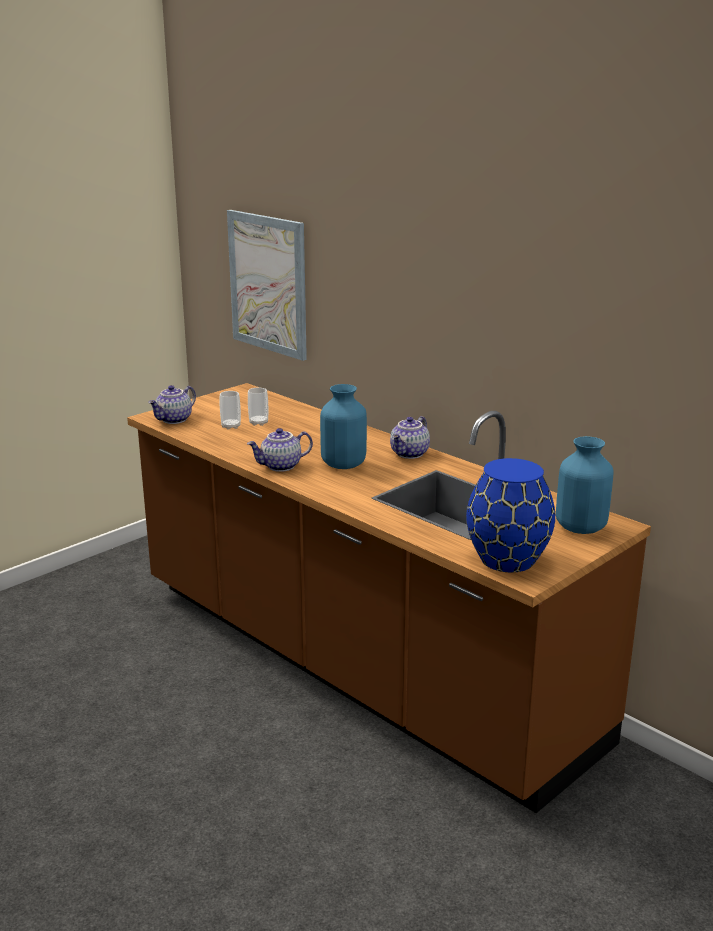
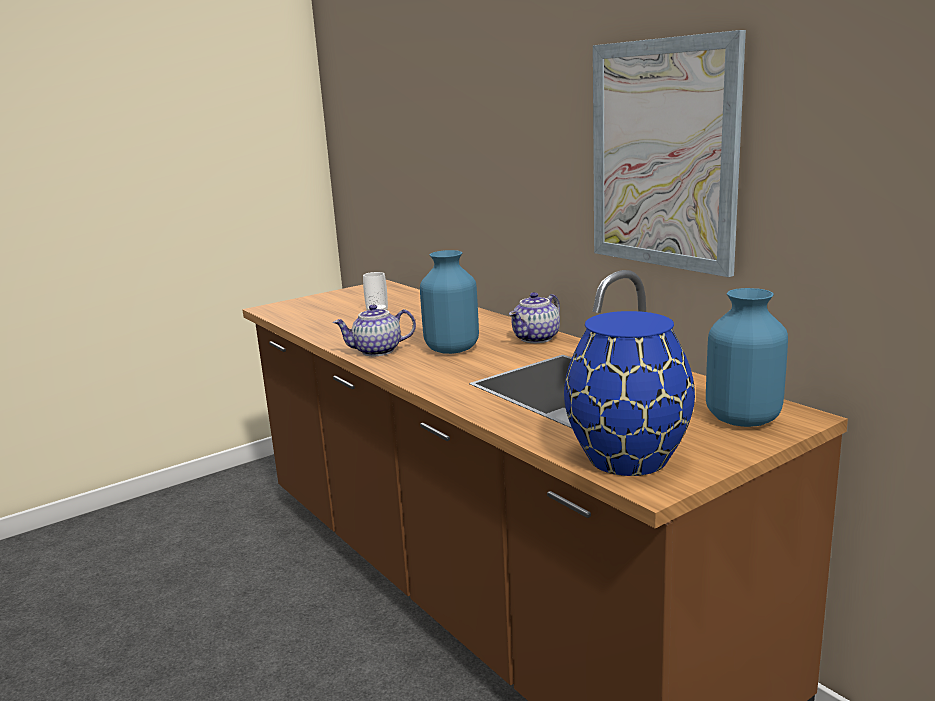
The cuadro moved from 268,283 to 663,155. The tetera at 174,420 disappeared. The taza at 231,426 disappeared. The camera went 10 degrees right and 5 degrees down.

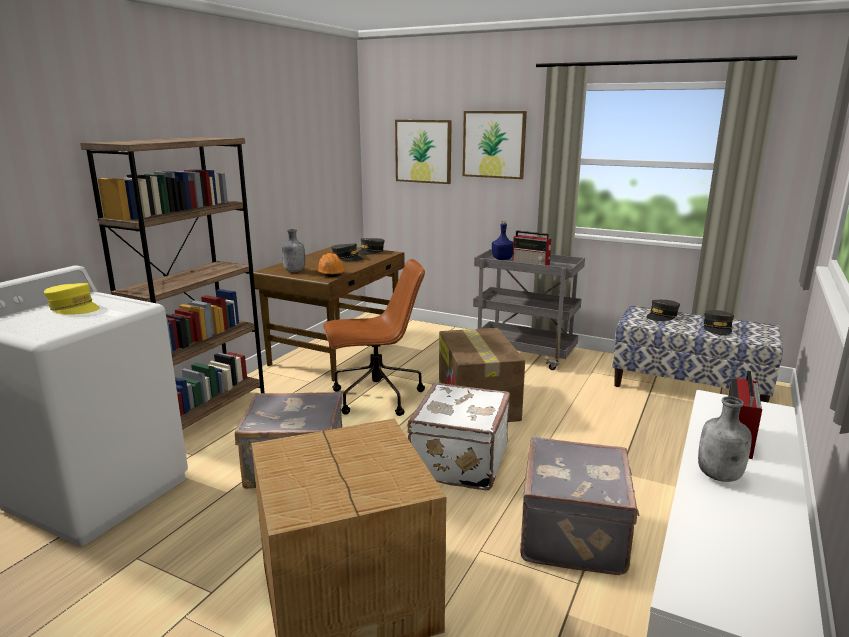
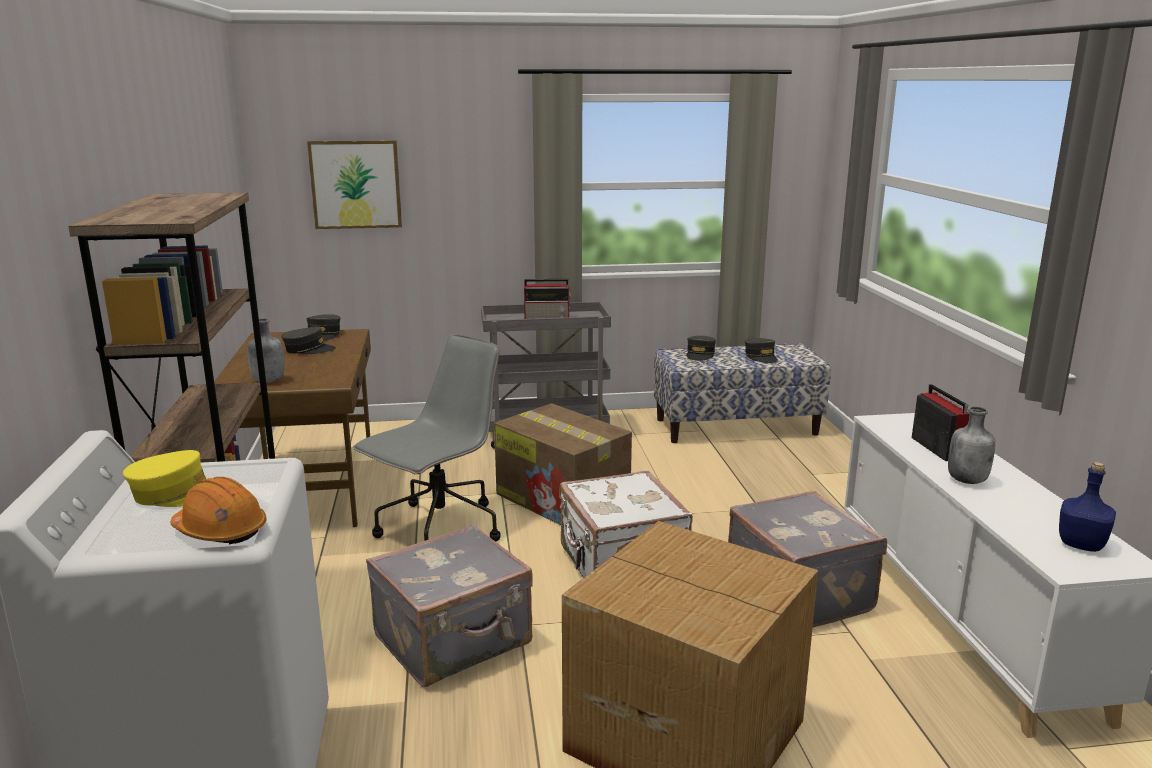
The cuadro at 494,144 disappeared. The botella (azul) moved from 501,259 to 1081,545. The casco (naranja) moved from 330,273 to 220,530. The silla de oficina (marrón) at 375,397 became the silla de oficina (gris) at 439,530. The camera went 35 degrees left and 0 degrees up.

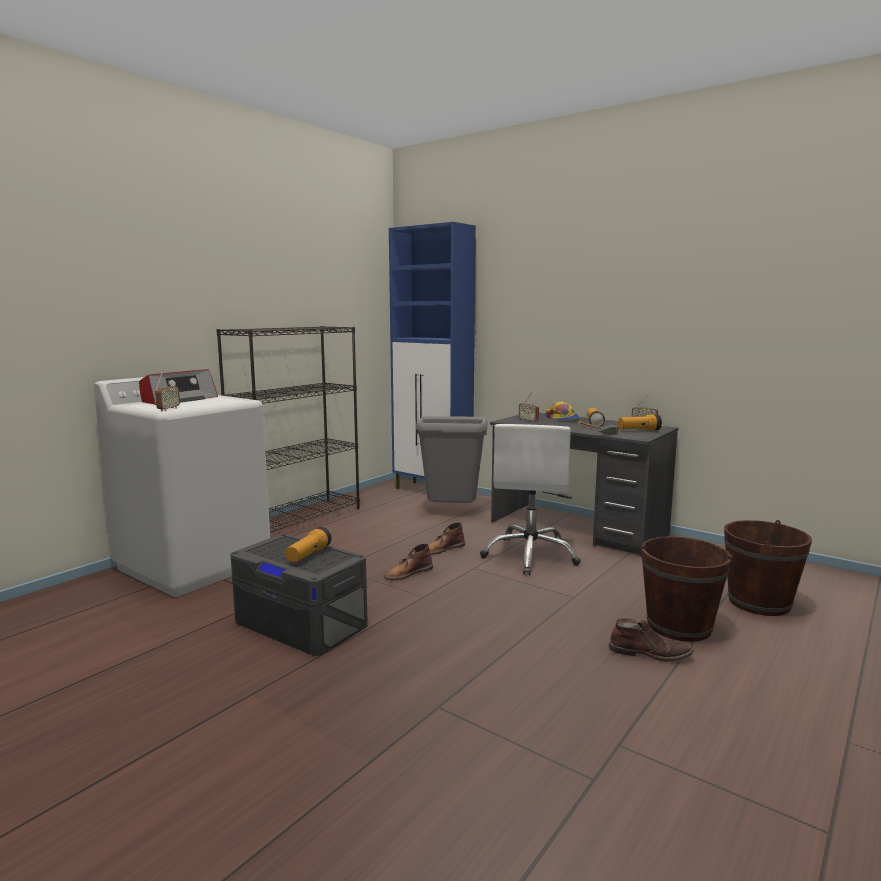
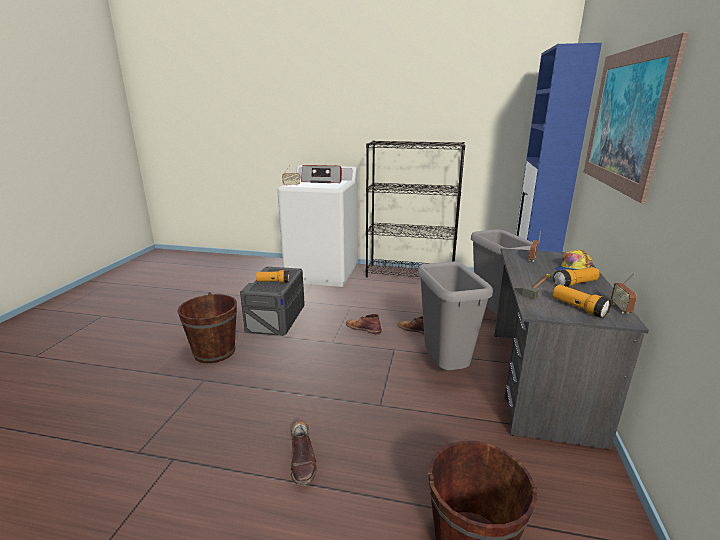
The silla de oficina (blanco) at 530,555 was replaced by the papelera (gris) at 444,368. The cubo (marrón) moved from 679,626 to 214,352. The cuadro at 624,119 appeared. The camera went 65 degrees right and 10 degrees up.

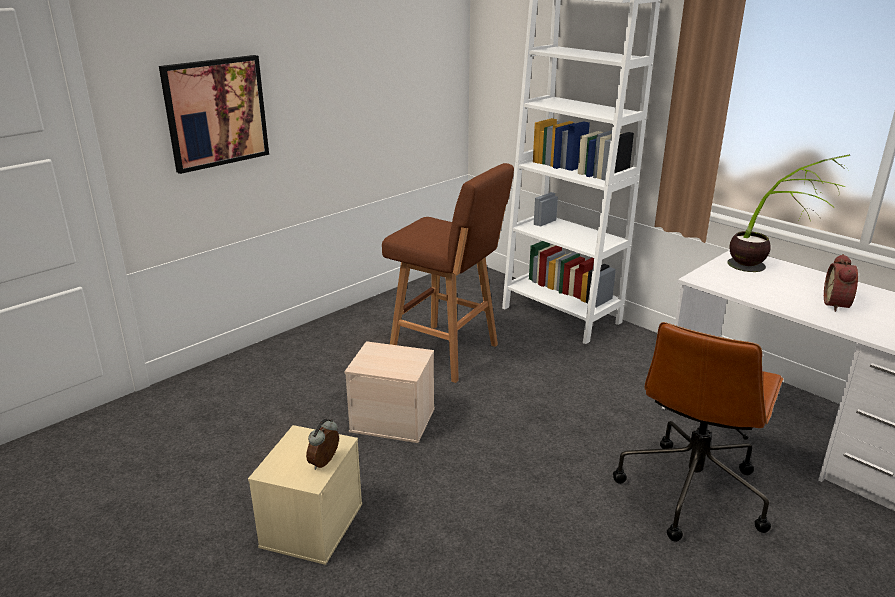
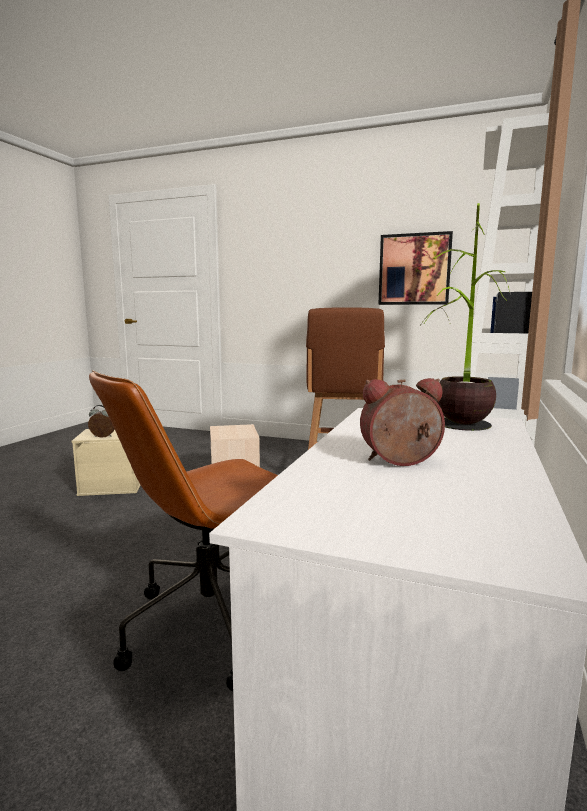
The cuadro moved from 215,112 to 414,269. The silla de oficina (marrón) at 691,490 turned 45 degrees counterclockwise. The camera went 65 degrees right and 15 degrees down.

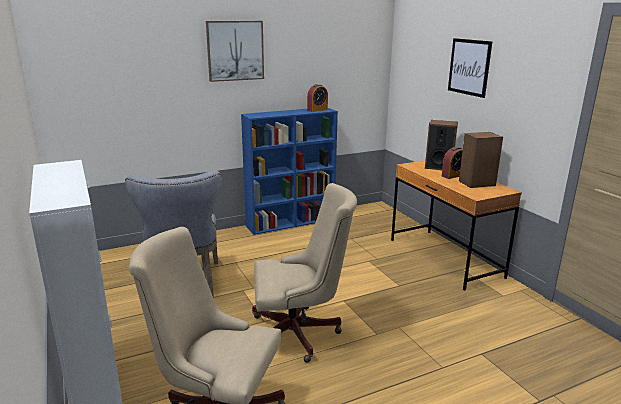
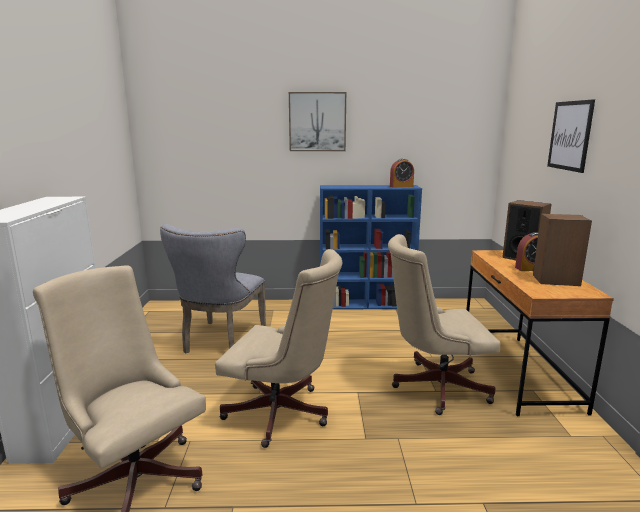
The silla de oficina (beis) at 434,387 appeared. The camera went 25 degrees right and 5 degrees down.

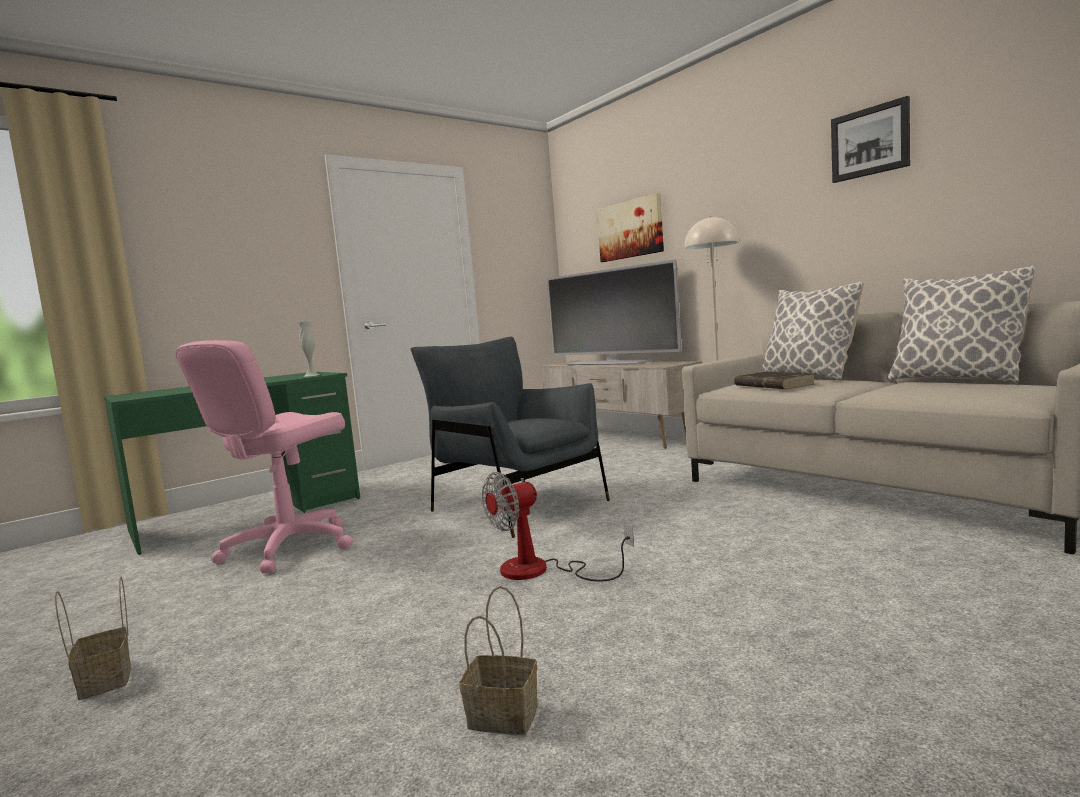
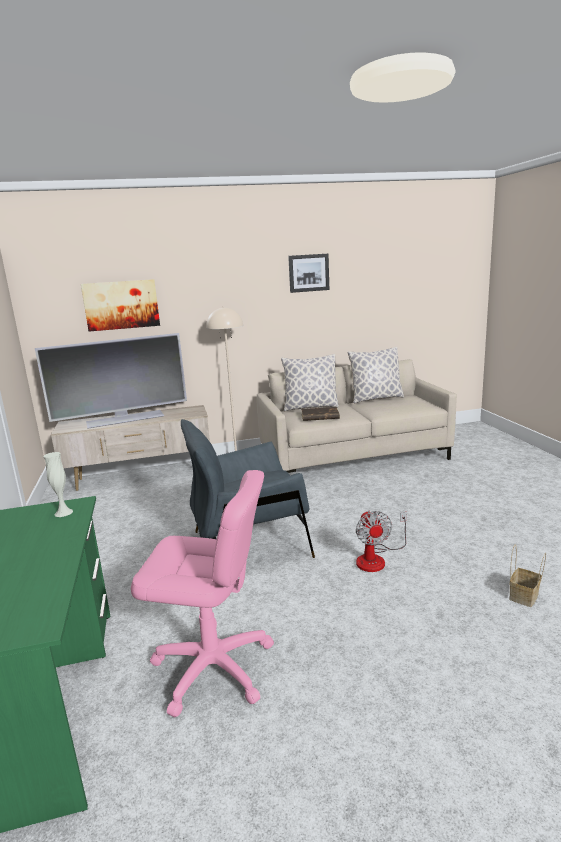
The silla de oficina (rosa) at 288,547 turned 45 degrees counterclockwise. The cesta at 106,681 disappeared. The camera went 65 degrees left and 10 degrees up.

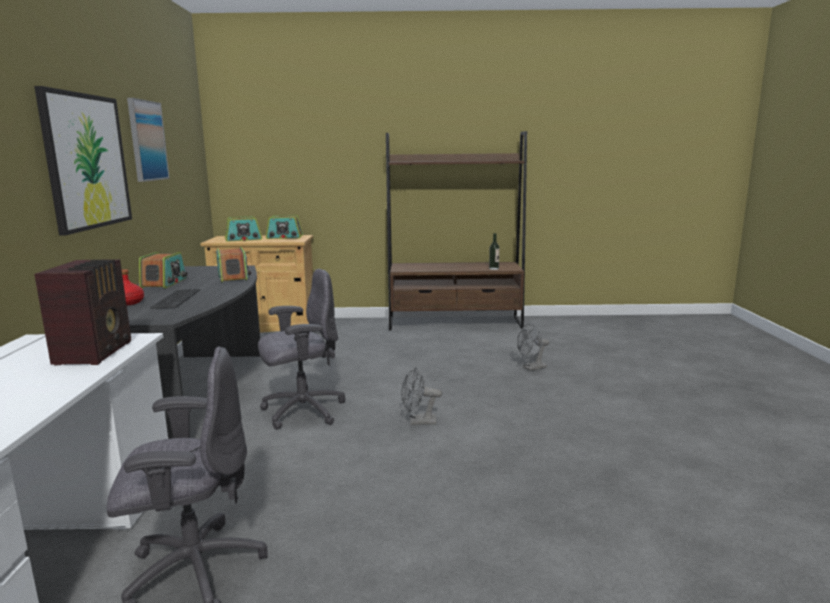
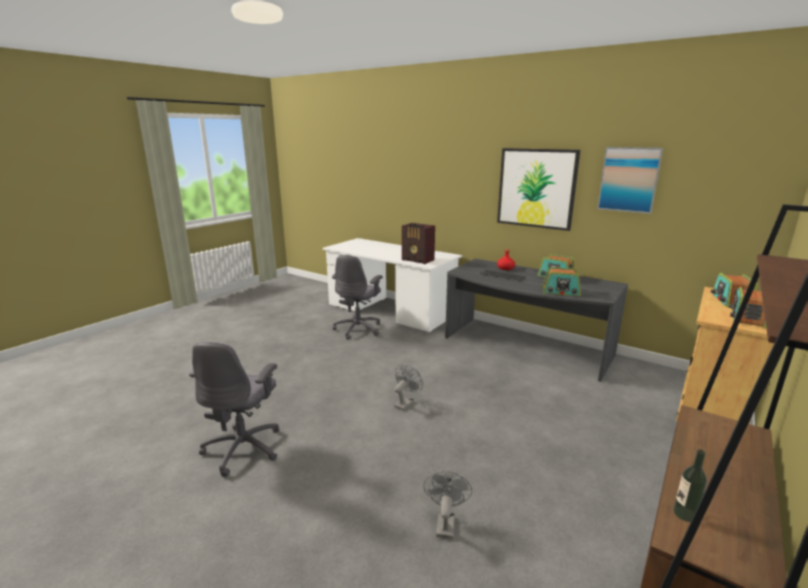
The silla de oficina (gris) moved from 302,411 to 244,448. The camera went 125 degrees right and 5 degrees up.

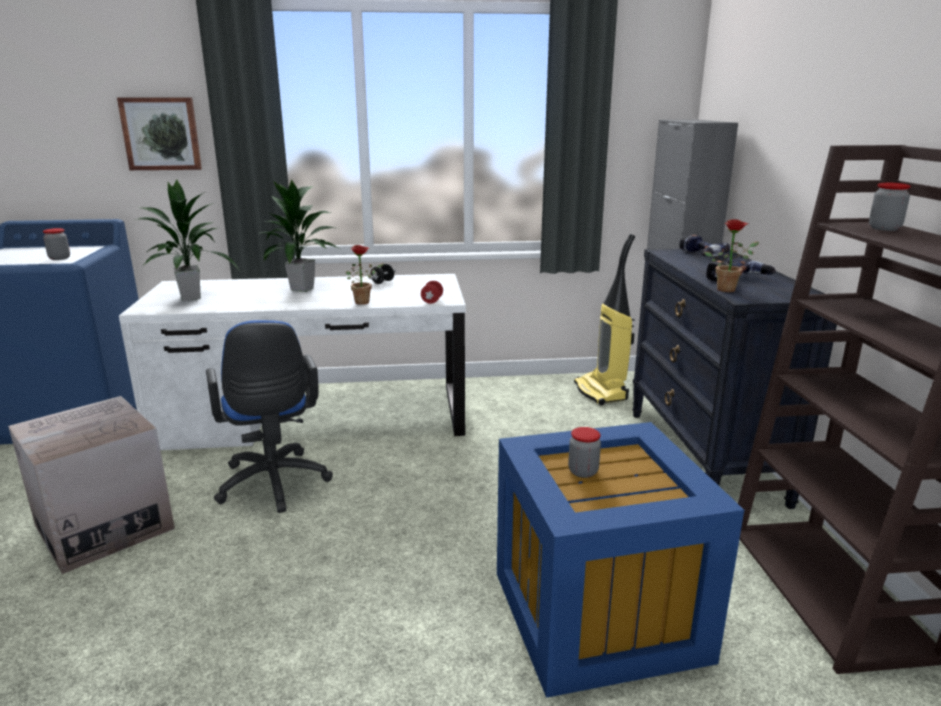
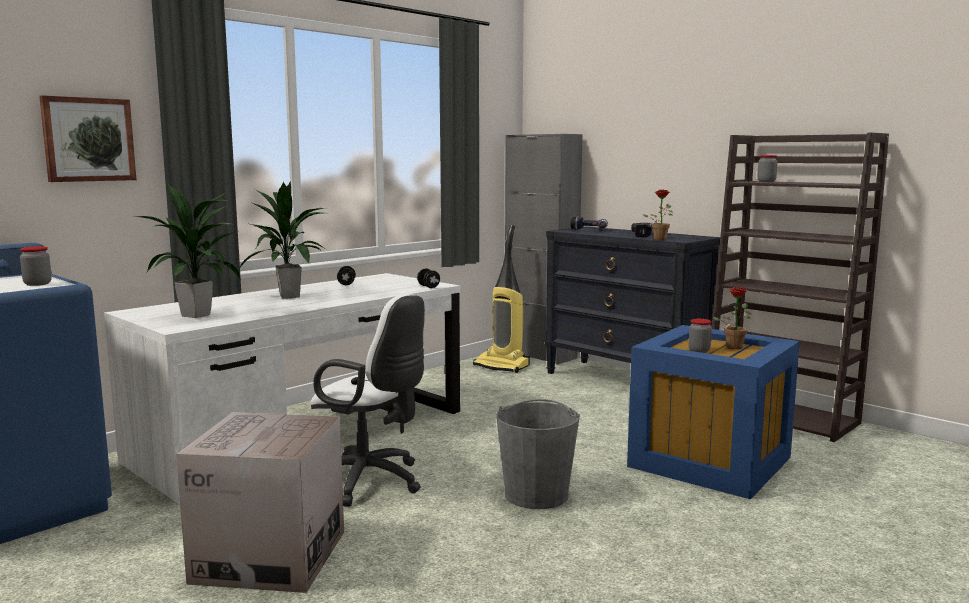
The planta en maceta moved from 365,302 to 734,346. The mancuerna (rojo) at 432,301 became the mancuerna (negro) at 428,287. The silla de oficina (azul) at 274,485 became the silla de oficina (blanco) at 370,482. The cubo (gris) at 536,494 appeared. The camera went 40 degrees left and 10 degrees down.

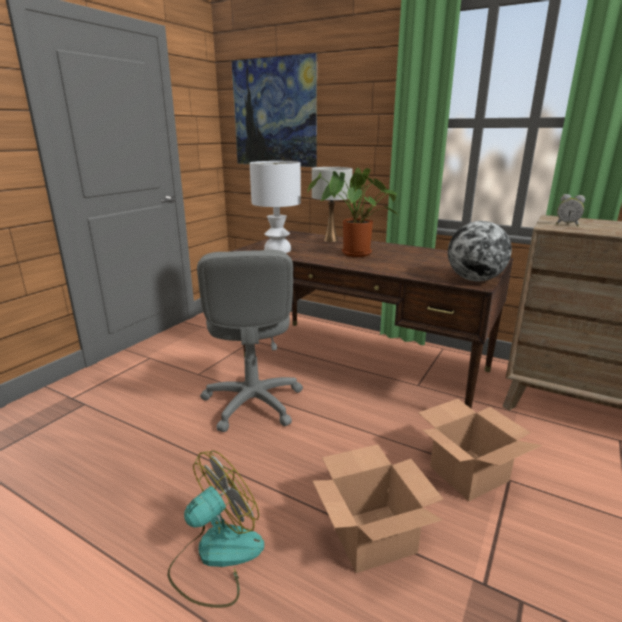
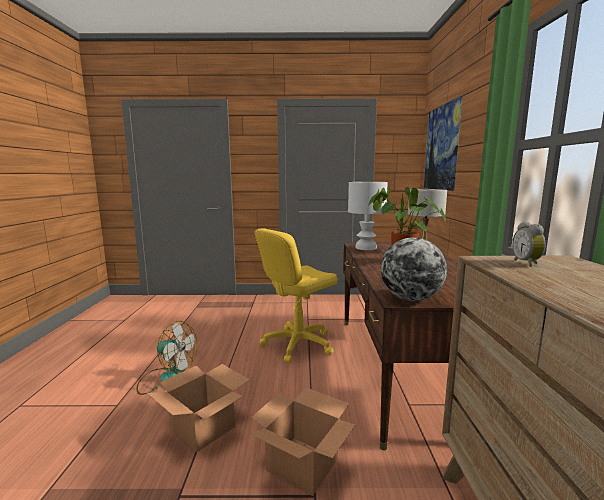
The silla de oficina (gris) at 252,403 became the silla de oficina (amarillo) at 298,344. The camera went 60 degrees right and 10 degrees down.

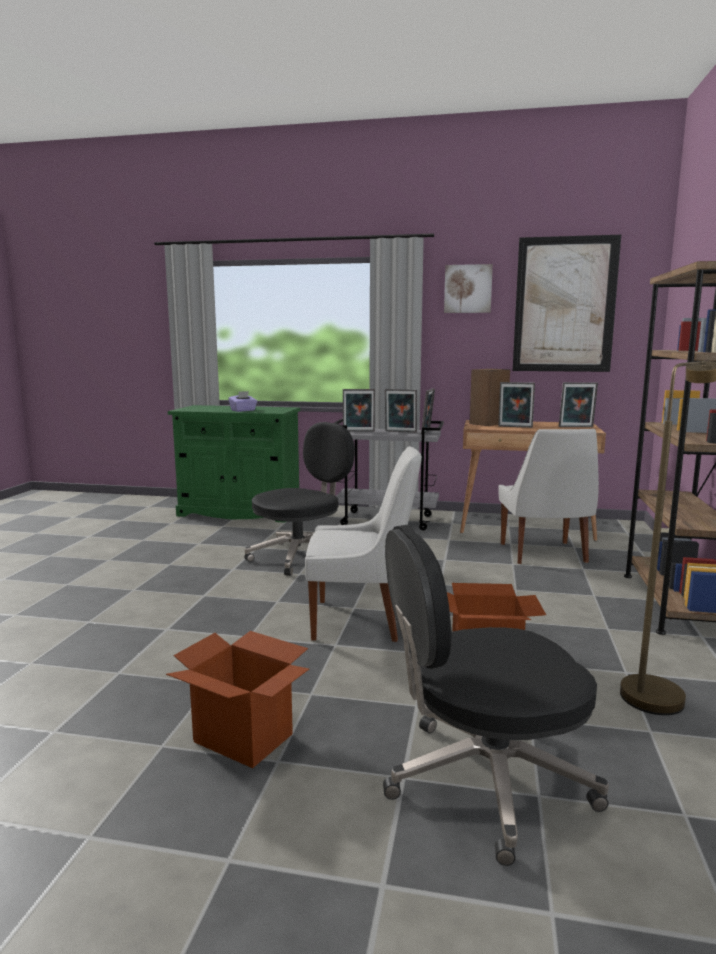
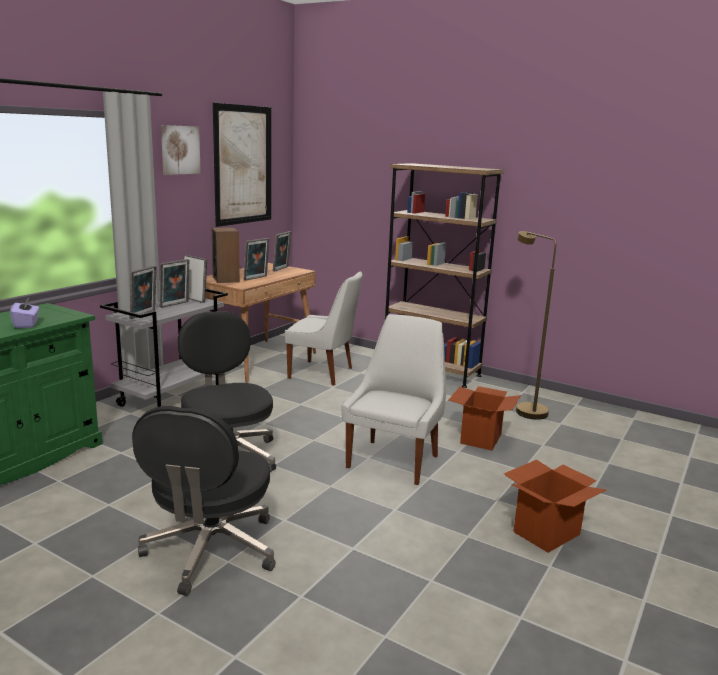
The silla de oficina (negro) moved from 484,781 to 210,551. The camera went 70 degrees left and 5 degrees up.

